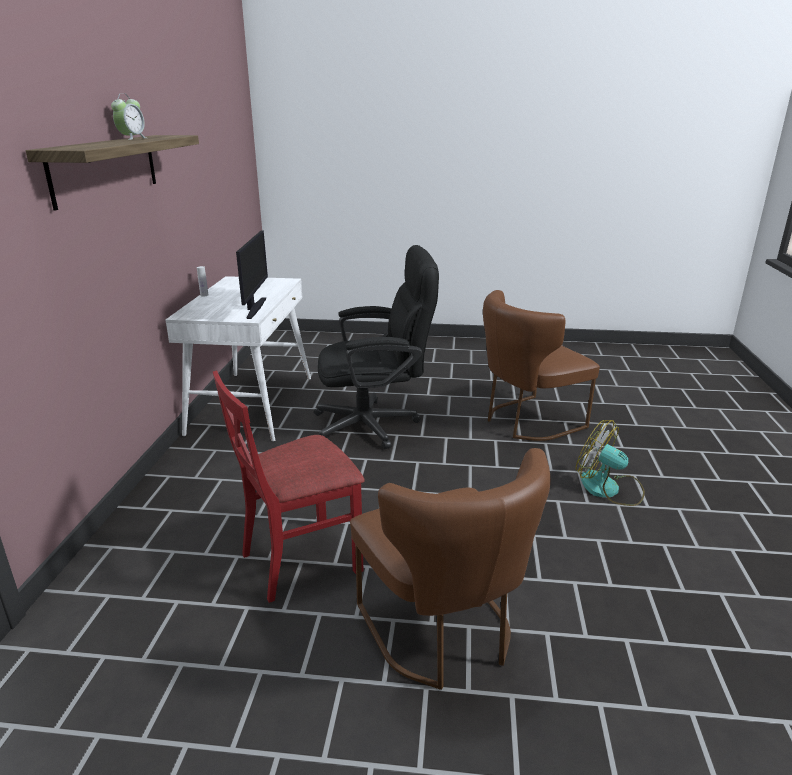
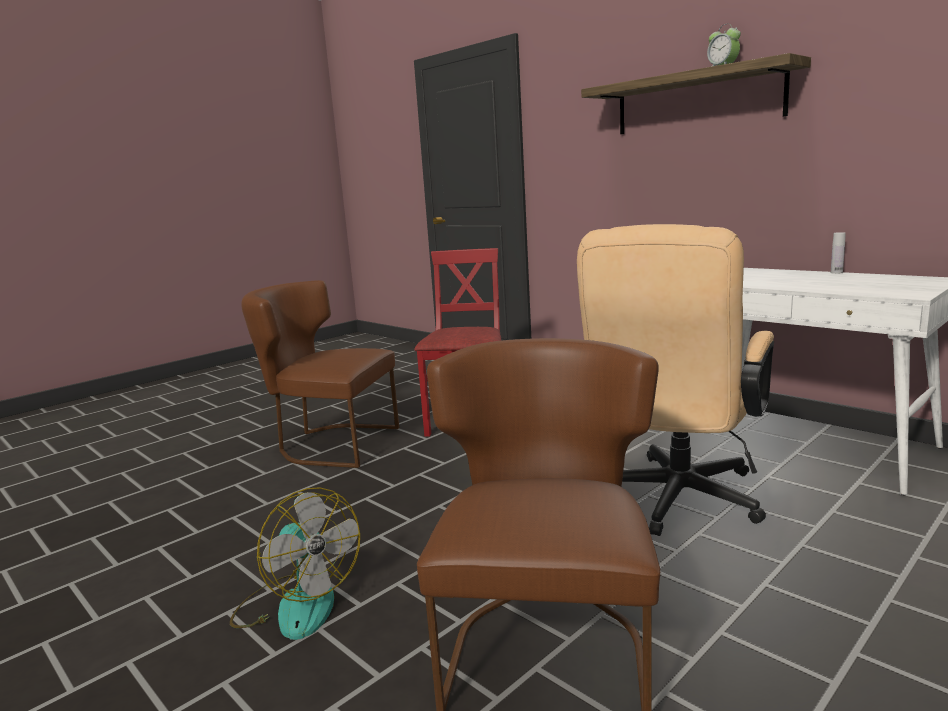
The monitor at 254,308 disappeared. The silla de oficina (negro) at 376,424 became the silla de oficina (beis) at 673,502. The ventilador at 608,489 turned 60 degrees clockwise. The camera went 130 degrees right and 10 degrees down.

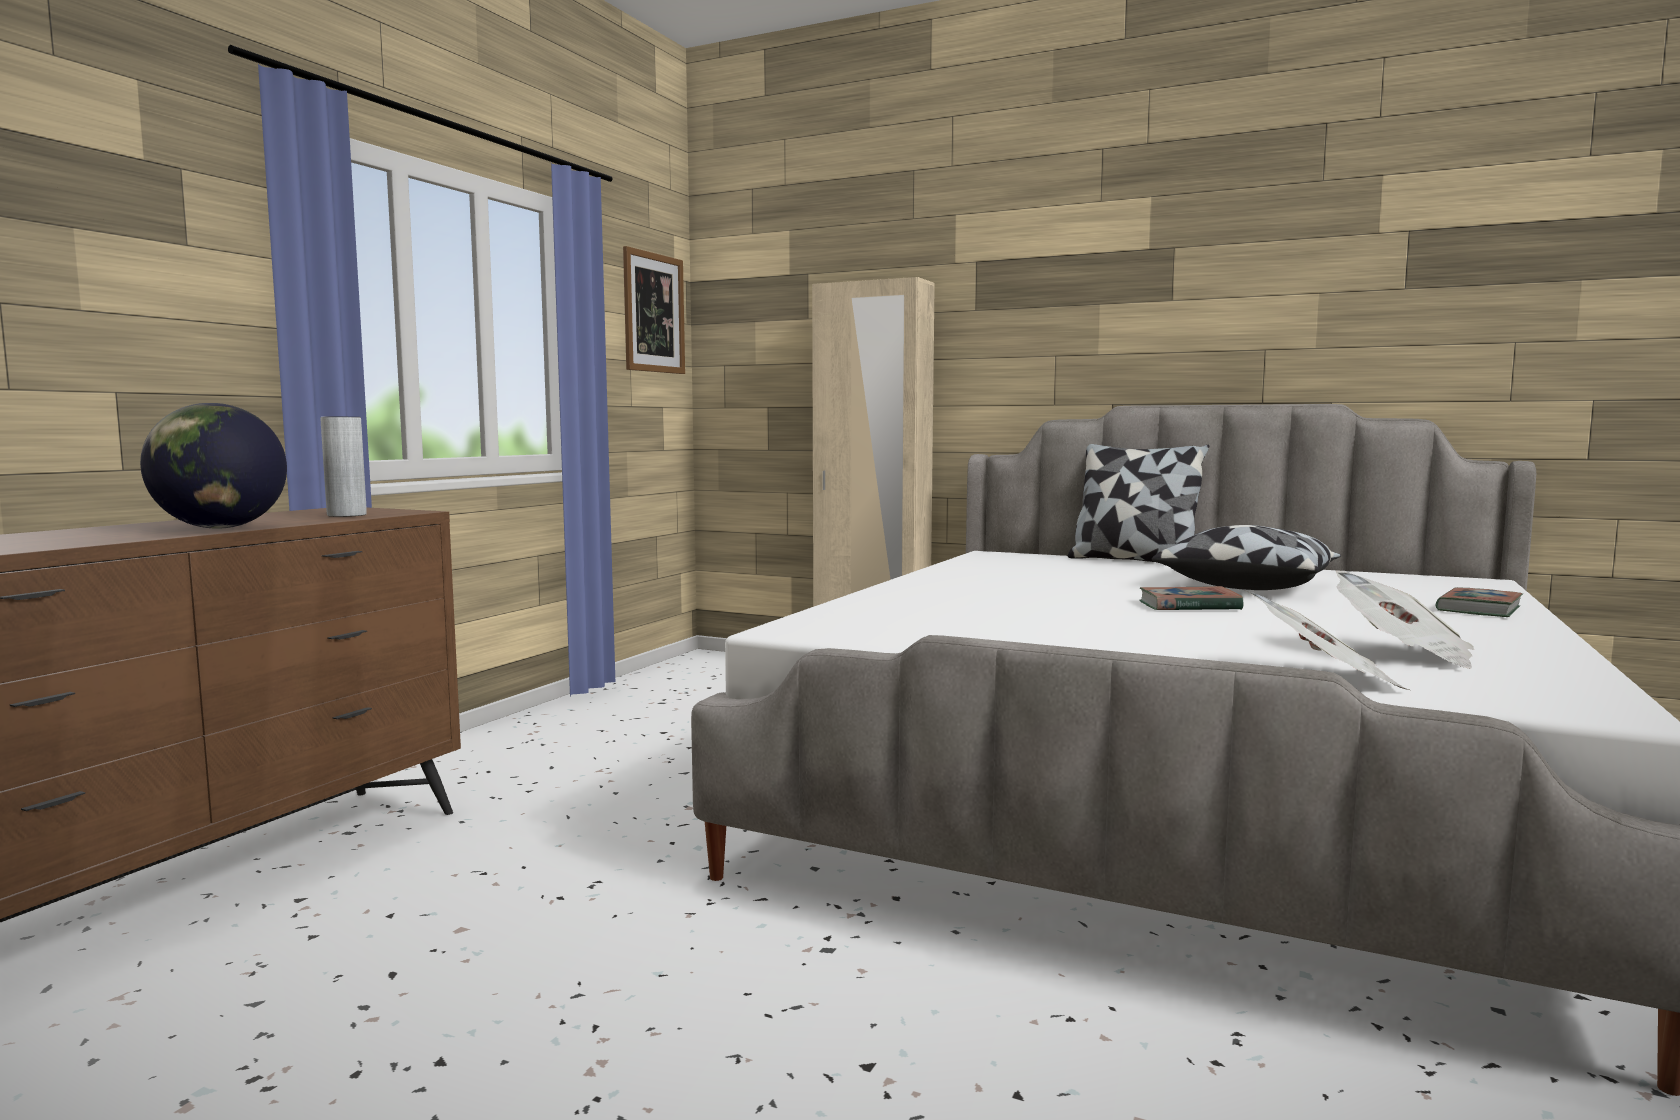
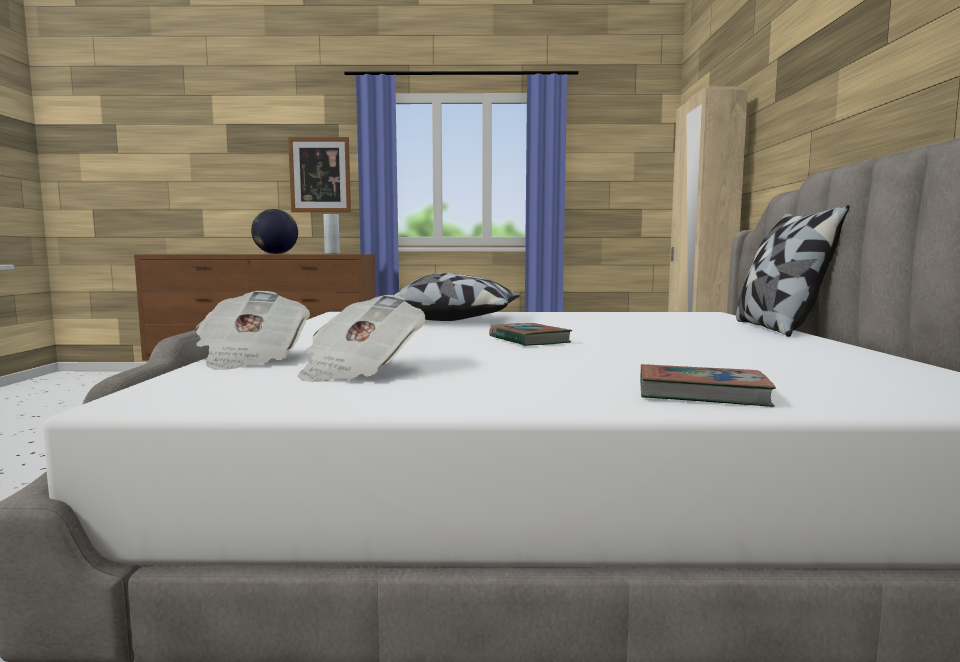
The cuadro moved from 653,313 to 320,175. The cojín moved from 1247,585 to 459,320. The camera went 65 degrees right and 0 degrees up.

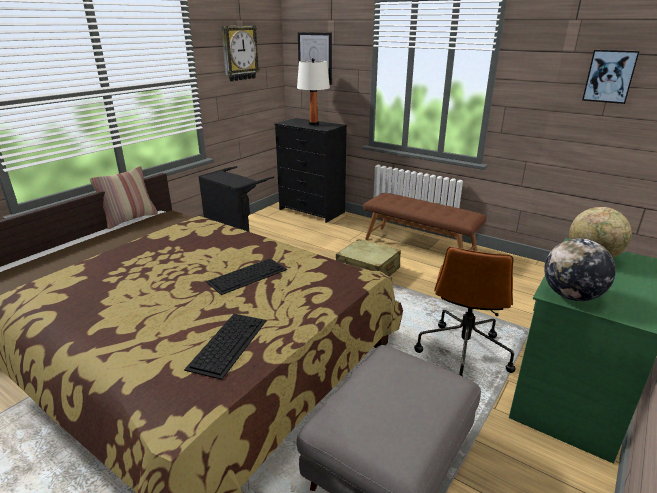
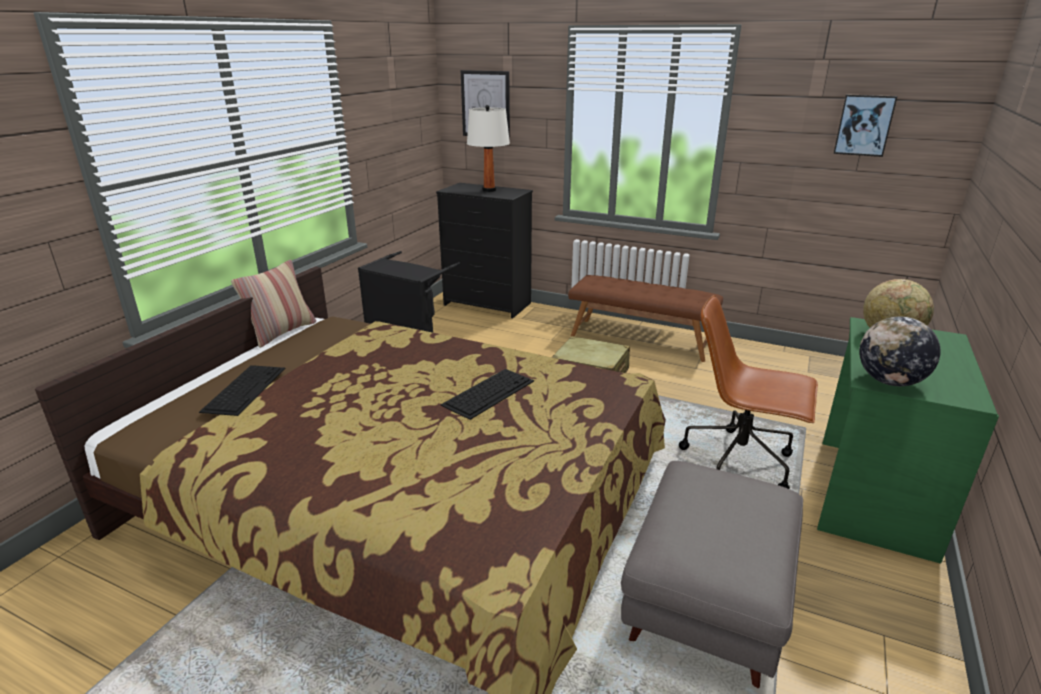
The reloj de pared at 239,53 disappeared. The silla de oficina (marrón) at 463,352 turned 105 degrees clockwise. The teclado moved from 228,343 to 245,388. The camera went 10 degrees left and 0 degrees up.

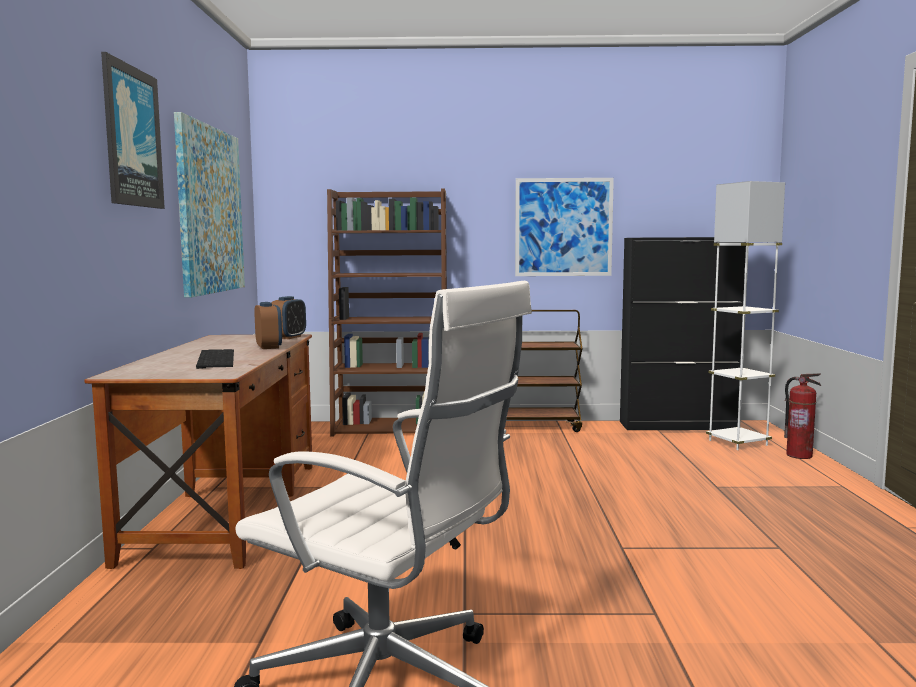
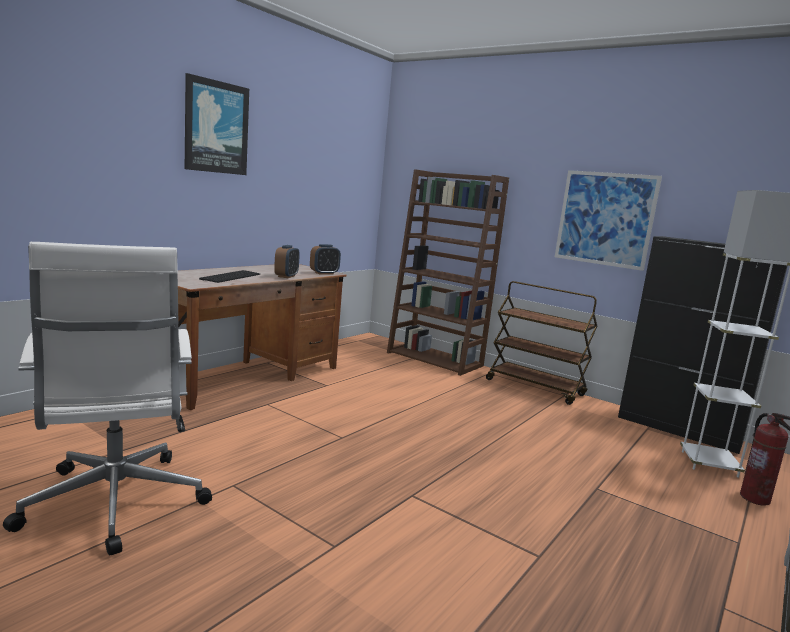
The cuadro at 210,210 disappeared. The camera went 35 degrees right and 5 degrees up.

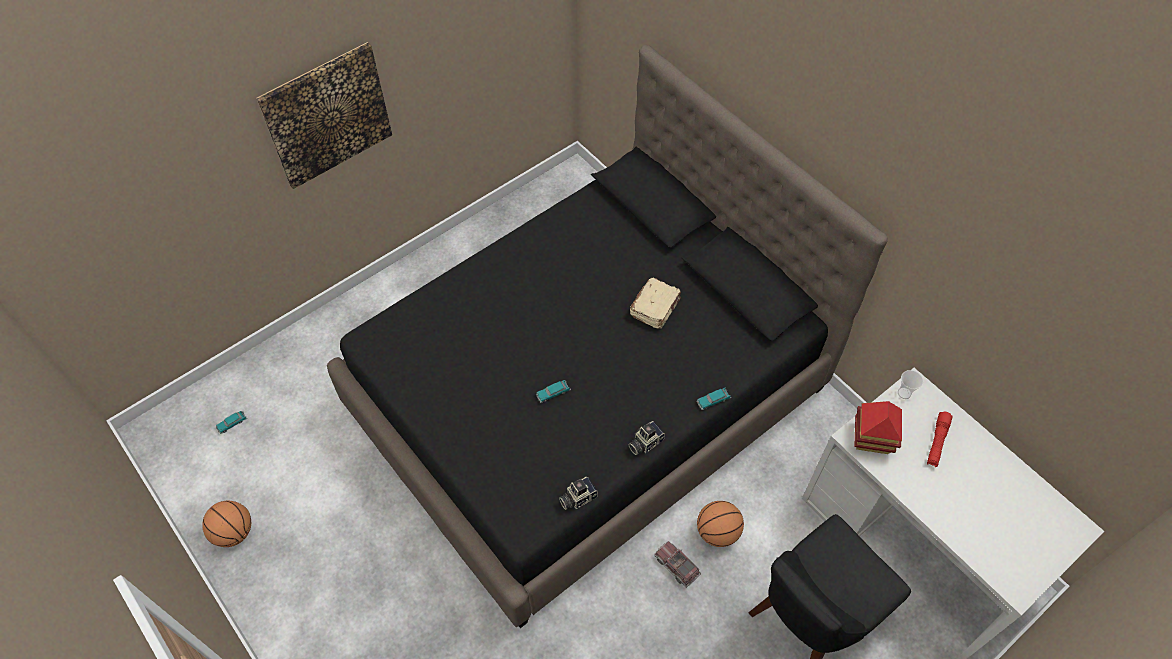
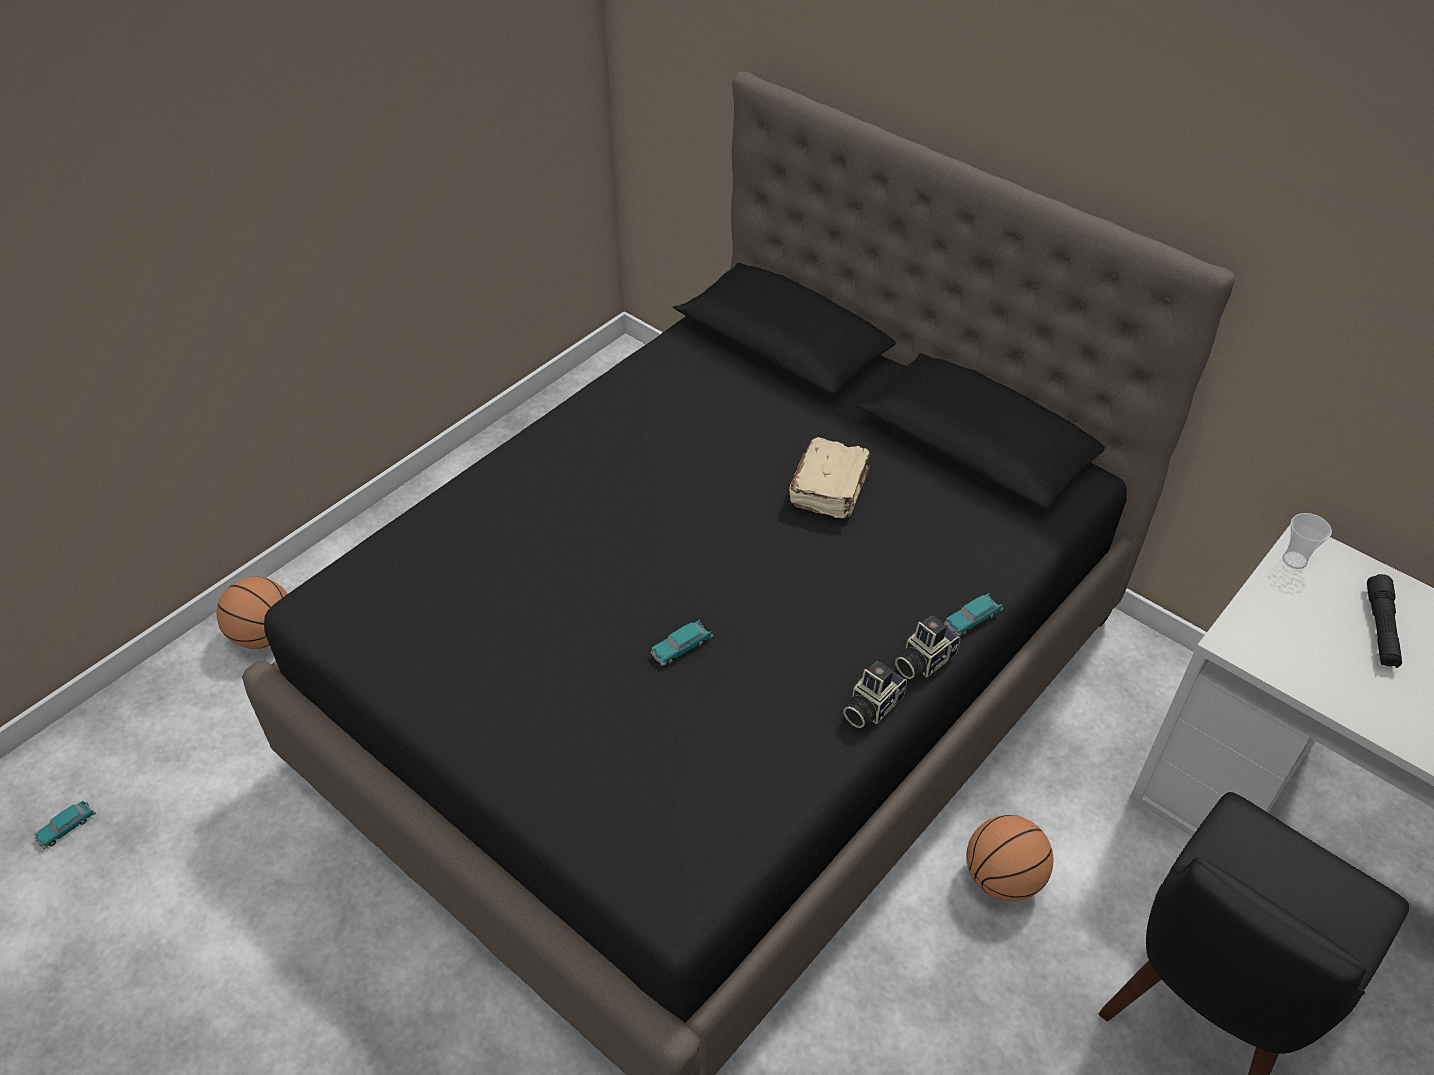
The cuadro at 327,115 disappeared. The casita at 871,439 disappeared. The linterna (rojo) at 937,442 became the linterna (negro) at 1380,628. The cámara moved from 577,497 to 922,660. The balón de baloncesto moved from 234,532 to 264,635. The camión de juguete at 676,566 disappeared. The camera went 10 degrees left and 10 degrees down.

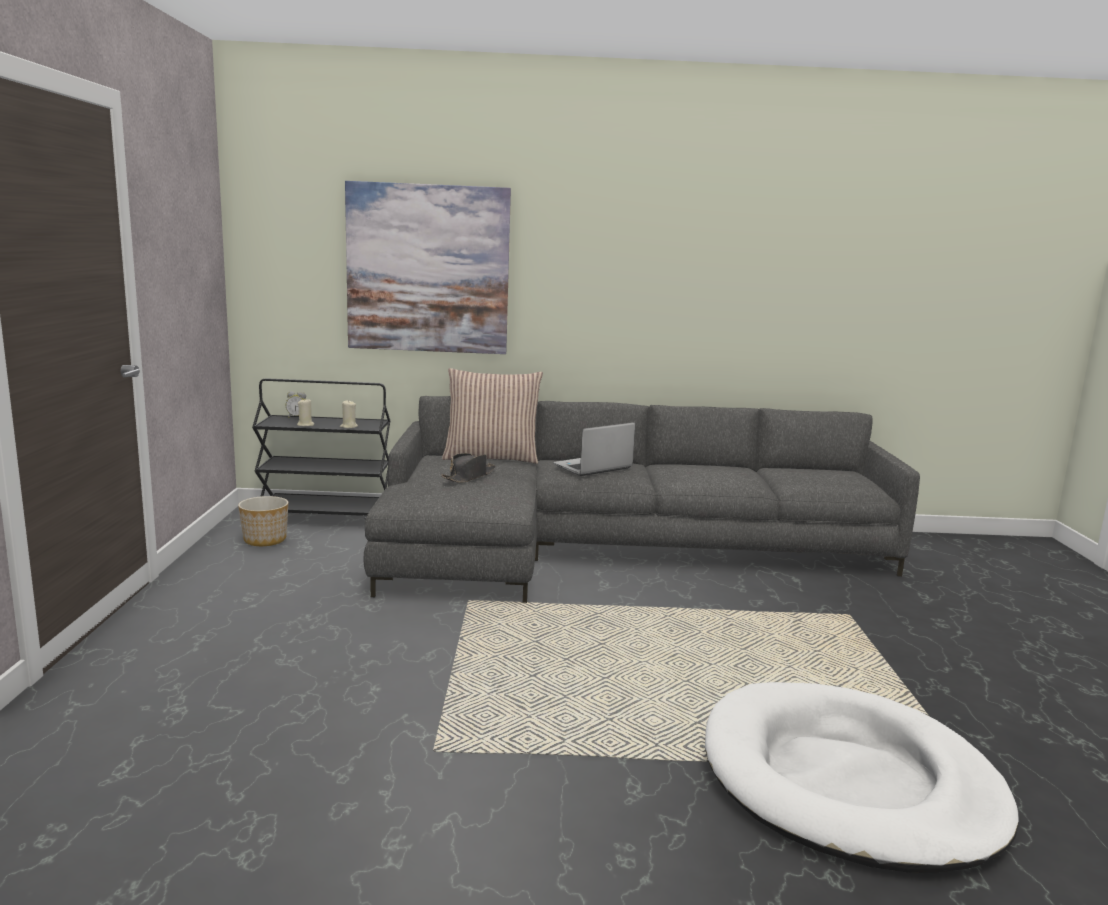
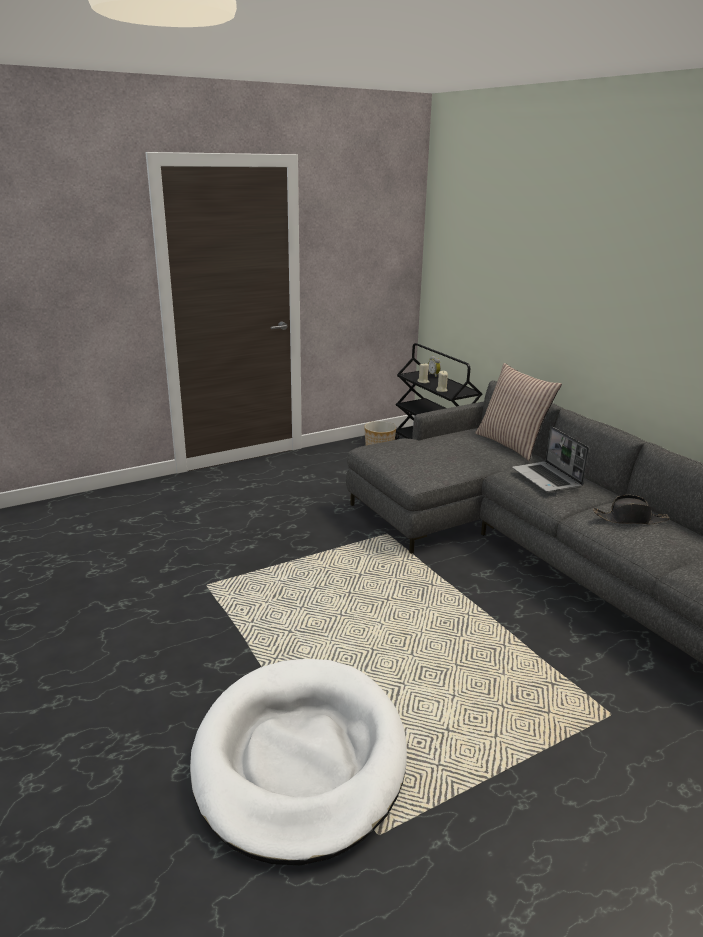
The cuadro at 428,269 disappeared. The portátil at 592,467 turned 135 degrees counterclockwise. The sombrero (negro) moved from 469,476 to 630,519. The camera went 60 degrees right and 10 degrees up.

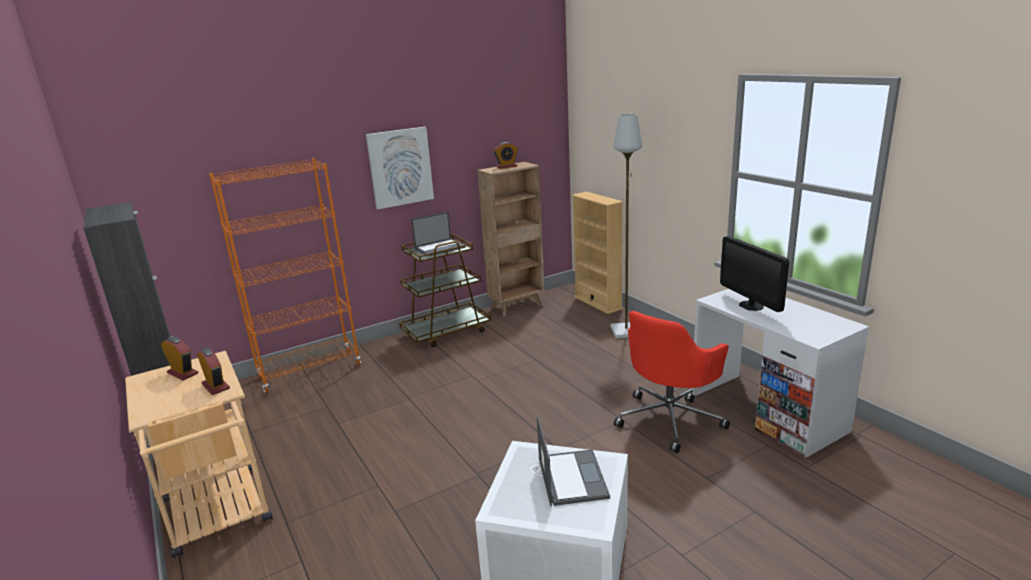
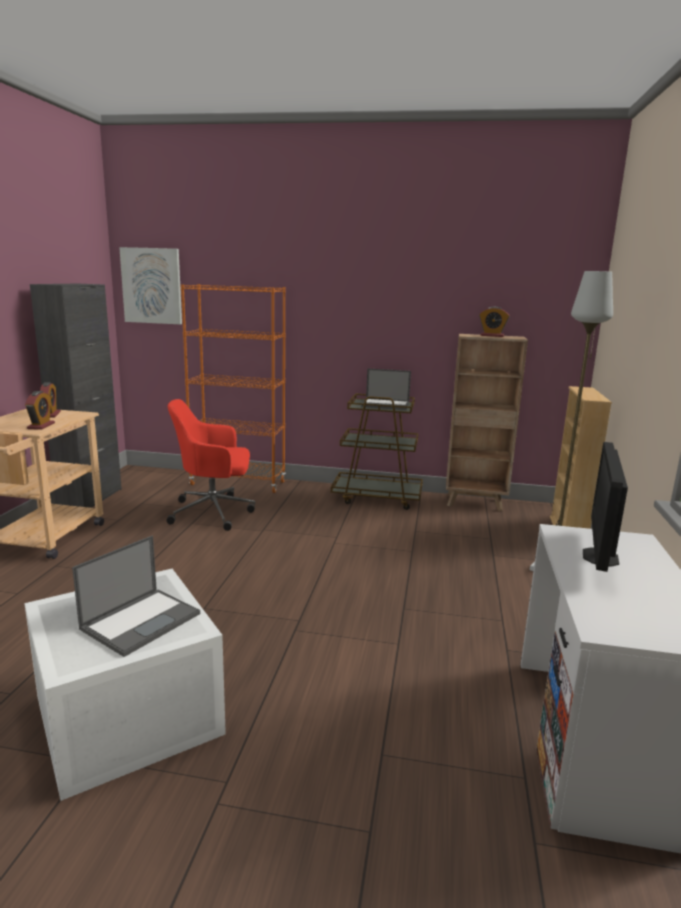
The cuadro moved from 400,167 to 152,286. The silla de oficina (rojo) moved from 670,419 to 214,512. The camera went 40 degrees right and 5 degrees down.

